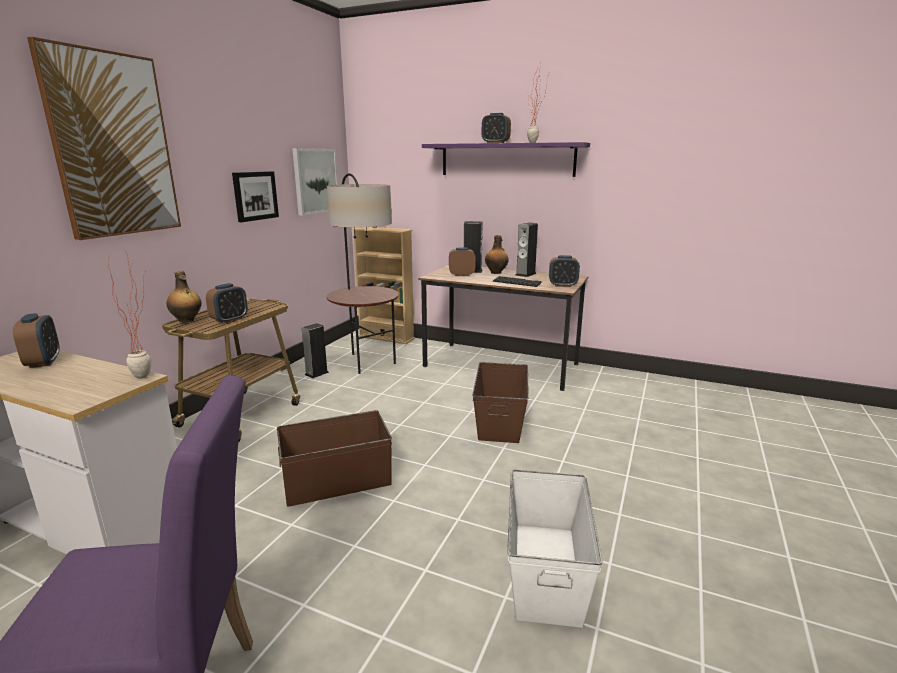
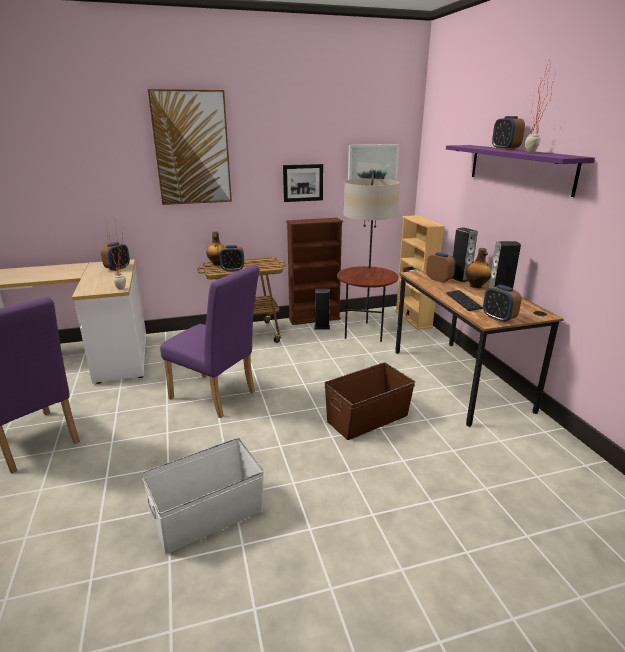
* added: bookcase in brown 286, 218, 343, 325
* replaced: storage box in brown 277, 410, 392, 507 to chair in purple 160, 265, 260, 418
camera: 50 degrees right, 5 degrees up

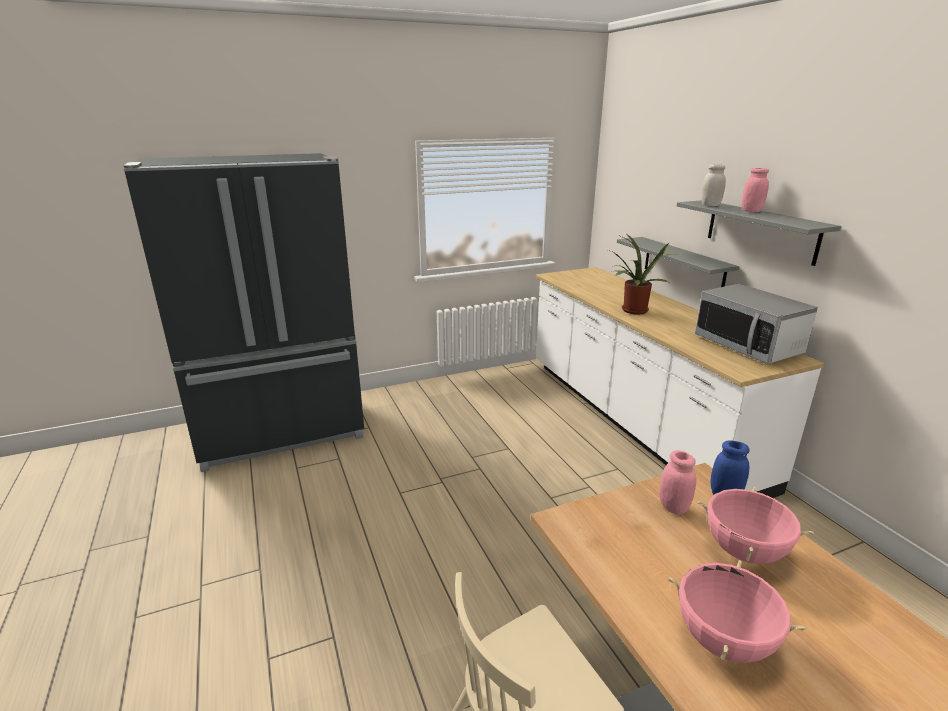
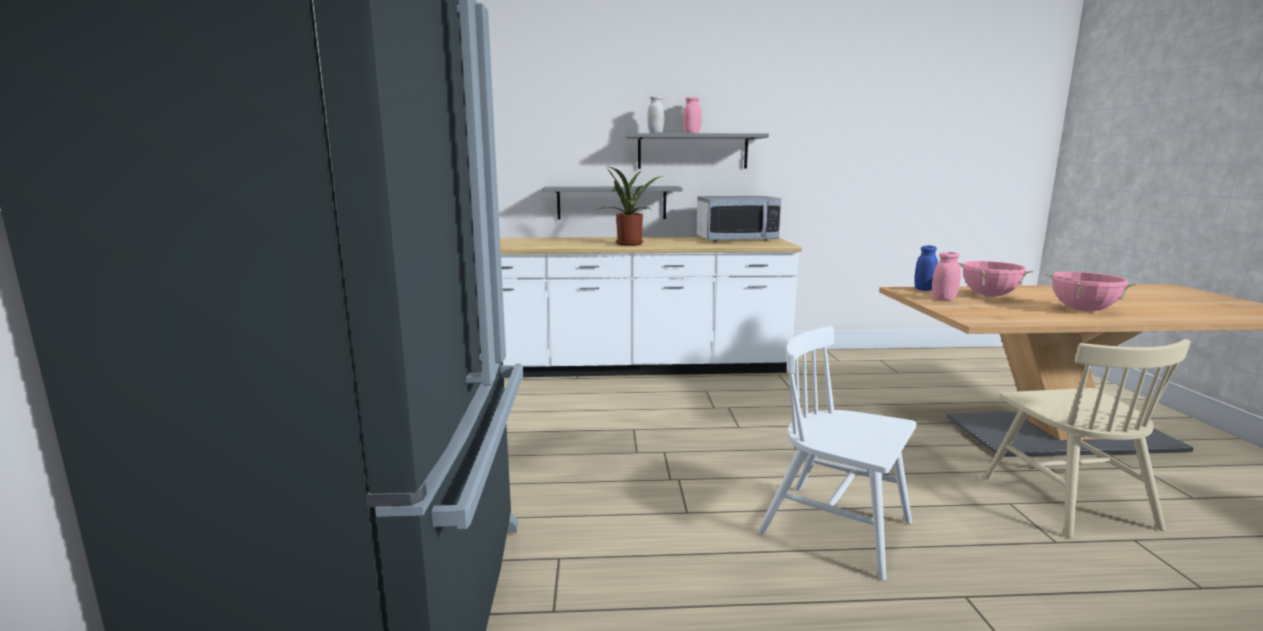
* added: chair in white 758, 326, 917, 580
camera: 70 degrees left, 10 degrees down

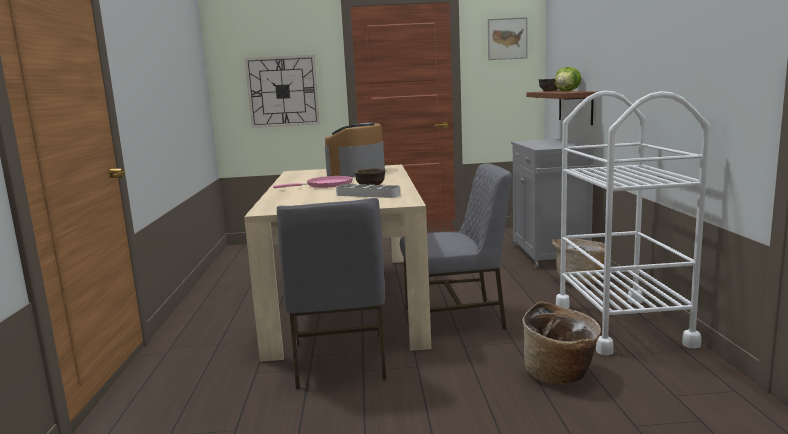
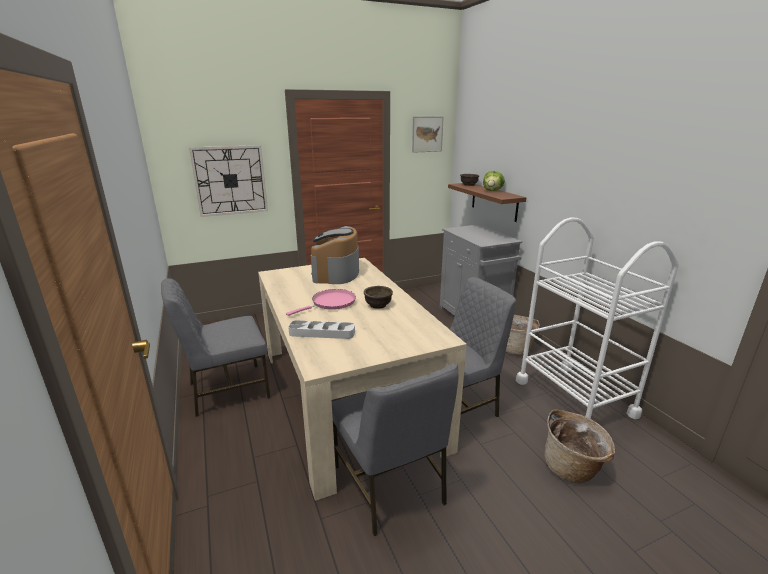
* added: chair in grey 161, 278, 270, 417
* moved: tray in grey 336, 184, 401, 198 to 288, 320, 355, 339
camera: 20 degrees left, 10 degrees up

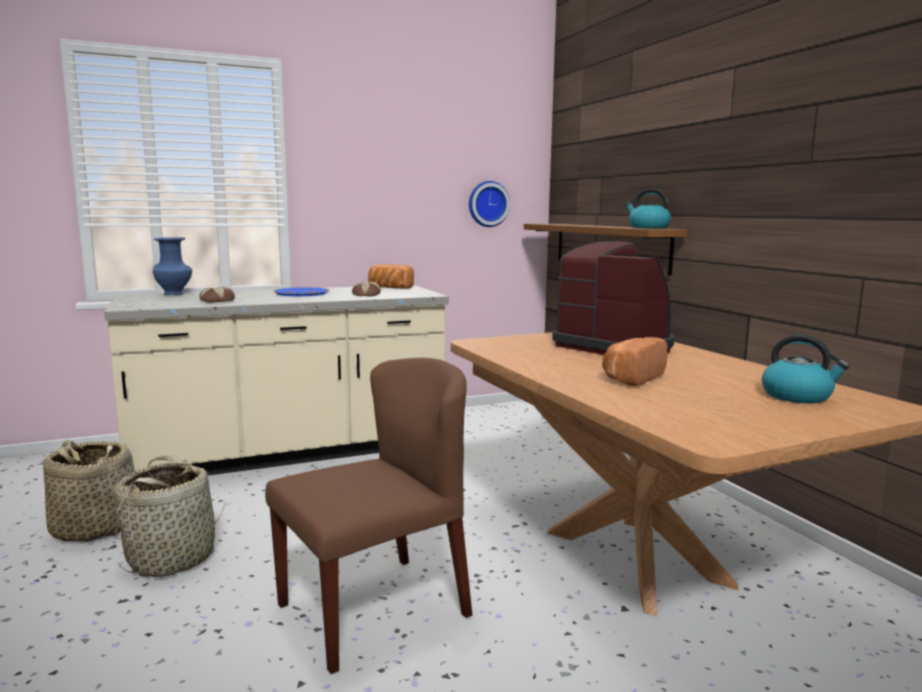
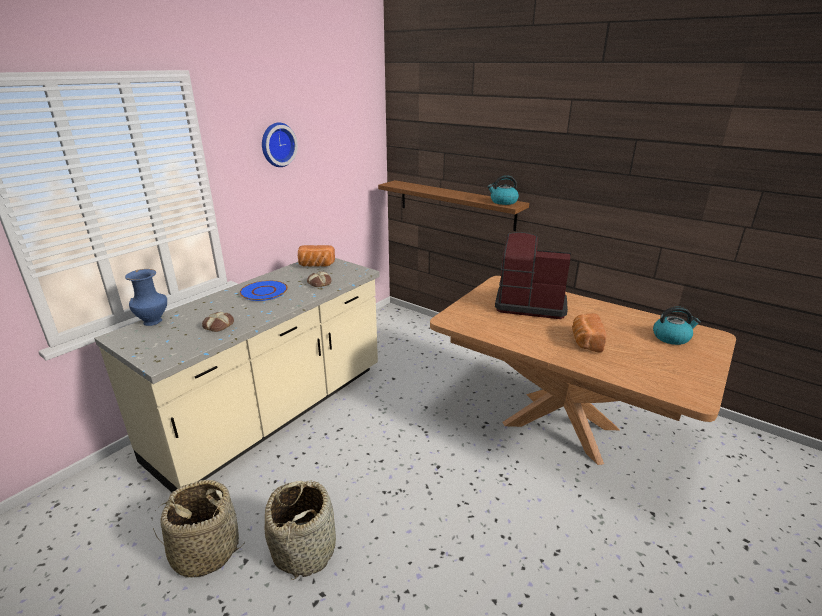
* removed: chair in brown 265, 358, 472, 674
* moved: wall clock 469, 181, 510, 227 to 262, 122, 298, 167
camera: 30 degrees left, 15 degrees up

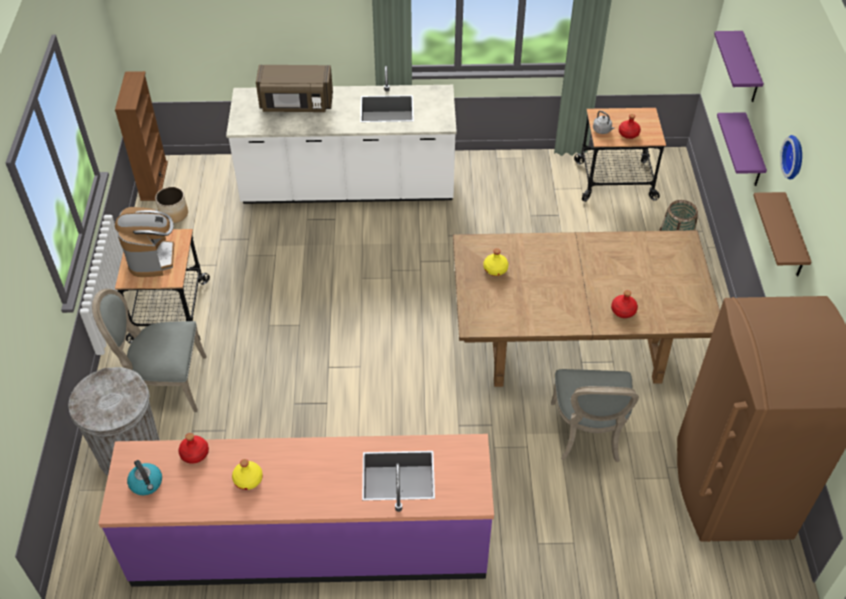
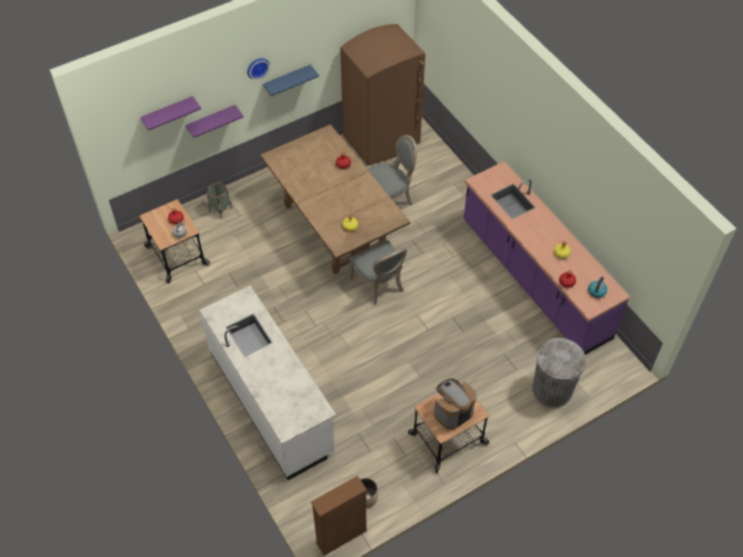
* removed: microwave in brown 256, 65, 333, 112
* moved: chair in grey 92, 289, 207, 412 to 349, 240, 407, 305
* recoloured: shelf in brown 753, 192, 811, 276 to shelf in blue 263, 65, 319, 96
camera: 120 degrees left, 5 degrees up

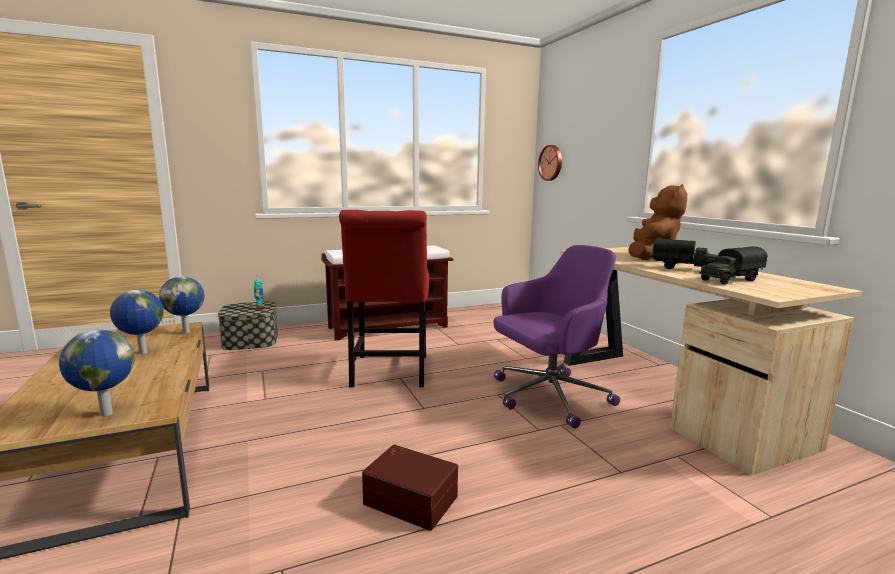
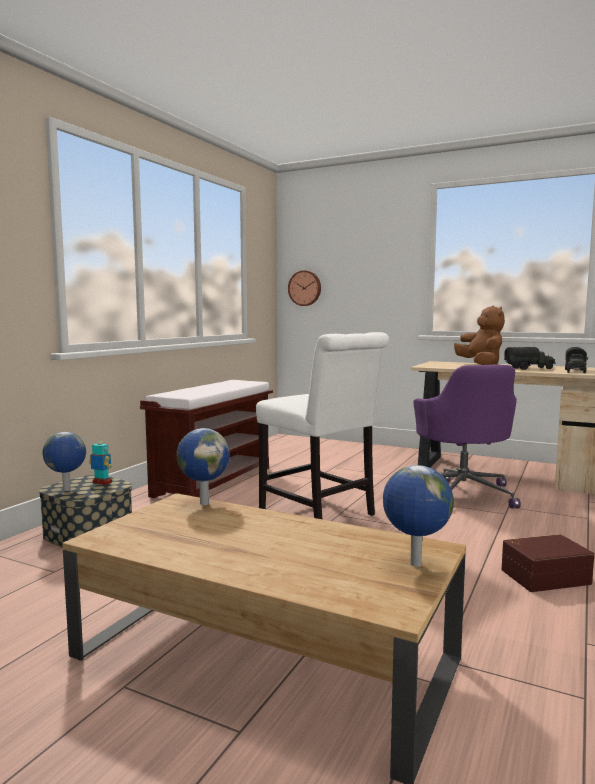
* moved: globe 110, 290, 164, 354 to 42, 432, 86, 491
* recoloured: chair in red 339, 210, 429, 388 to chair in white 256, 332, 389, 519
* turned: office chair in purple 494, 245, 620, 429 = 413, 365, 521, 509 150 degrees clockwise
camera: 40 degrees left, 5 degrees down

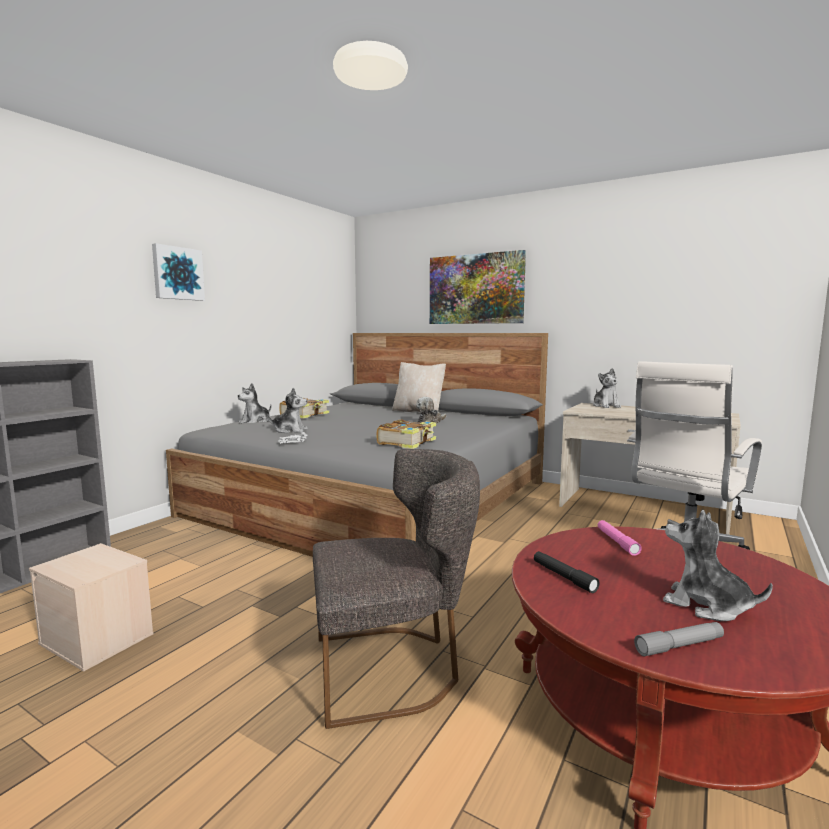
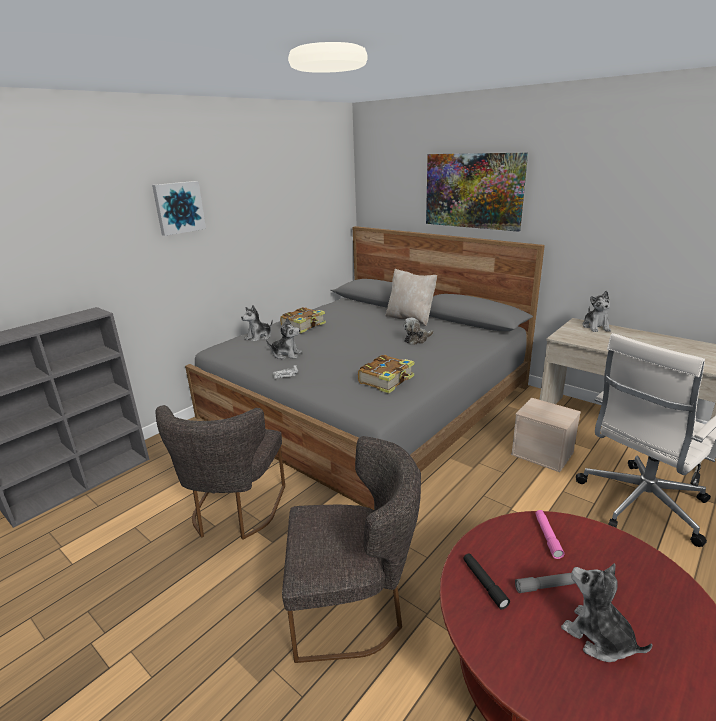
* added: chair in grey 156, 405, 285, 540
* moved: storage box in beige 29, 543, 153, 672 to 511, 398, 581, 472
* moved: flashlight in grey 634, 622, 724, 656 to 515, 573, 575, 593
camera: 10 degrees right, 15 degrees up

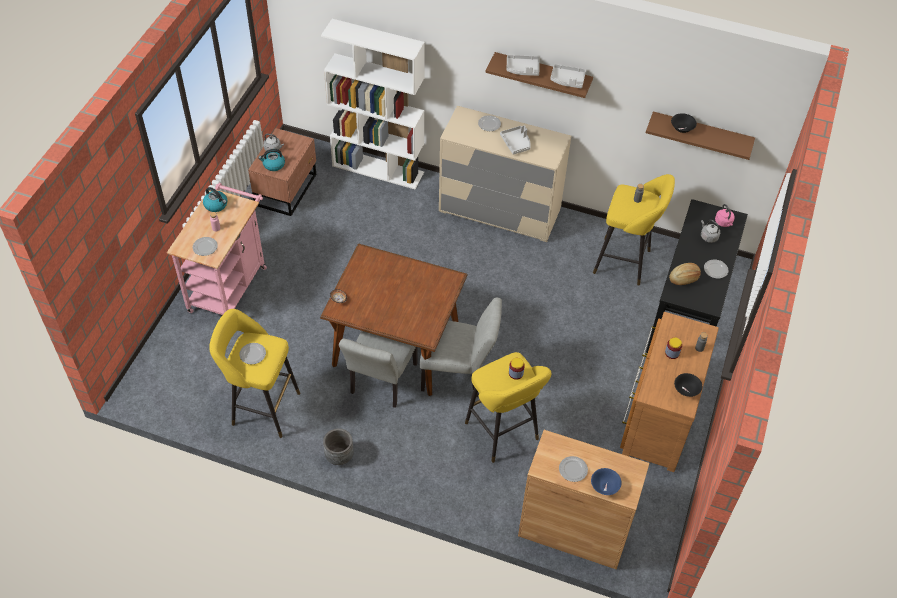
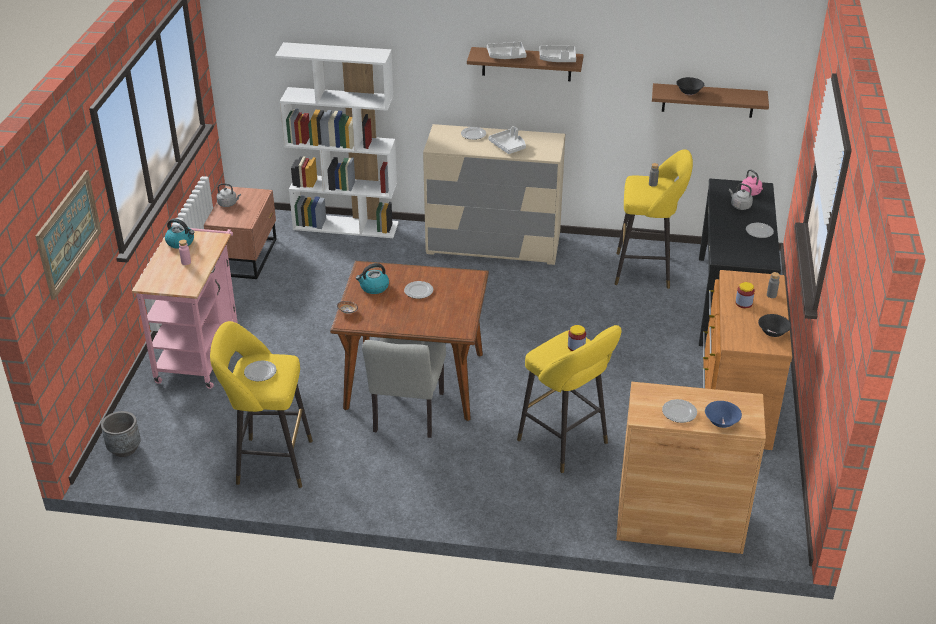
* removed: chair in grey 420, 297, 502, 397
* removed: bread 669, 263, 701, 285
* added: picture 35, 170, 101, 300
* moved: plate 193, 237, 218, 256 to 404, 281, 433, 299
* moved: kettle 258, 149, 285, 171 to 356, 263, 389, 294
* moved: planter in grey 323, 428, 354, 465 to 101, 411, 141, 457
camera: 10 degrees left, 15 degrees down

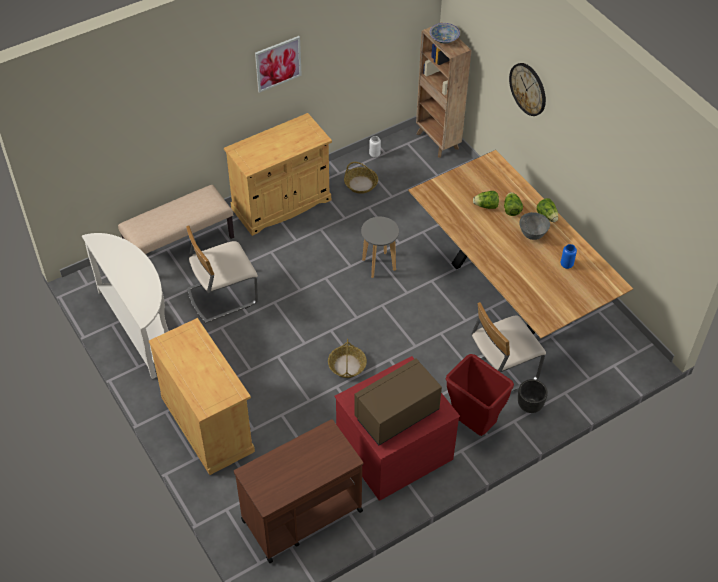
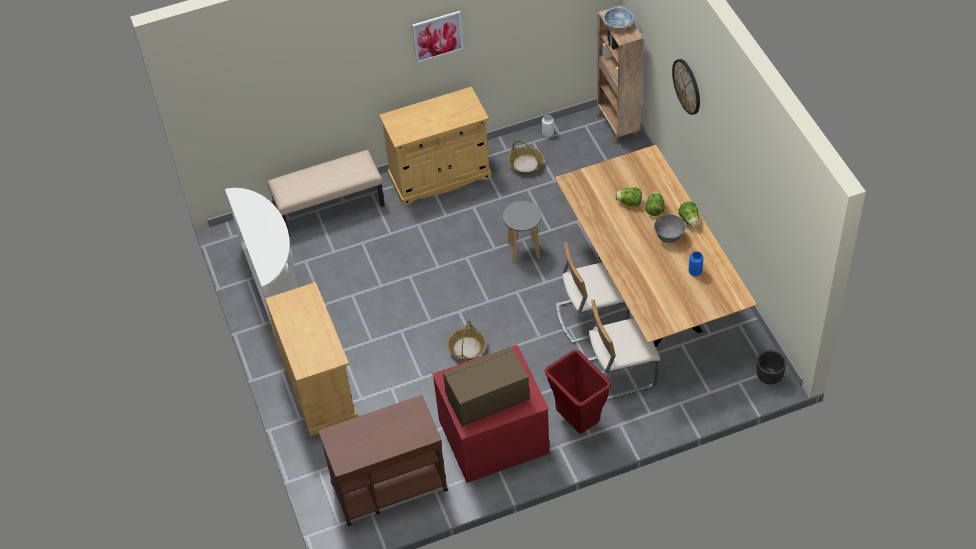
* moved: chair in beige 186, 226, 258, 323 to 556, 242, 630, 343
* moved: planter in black 518, 379, 548, 413 to 756, 350, 787, 385
camera: 15 degrees right, 0 degrees up

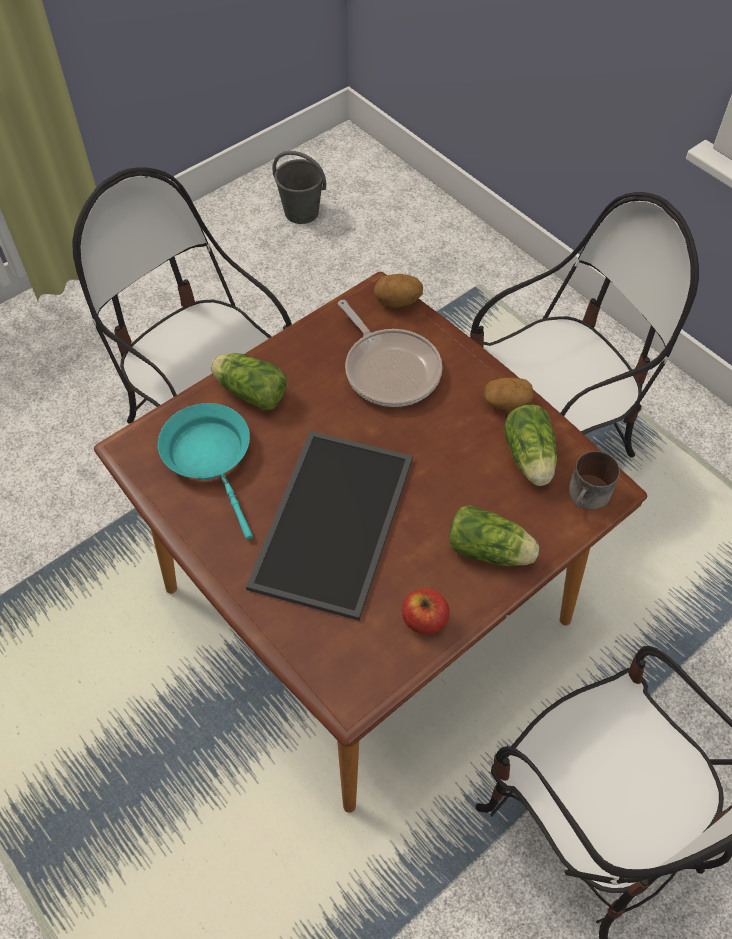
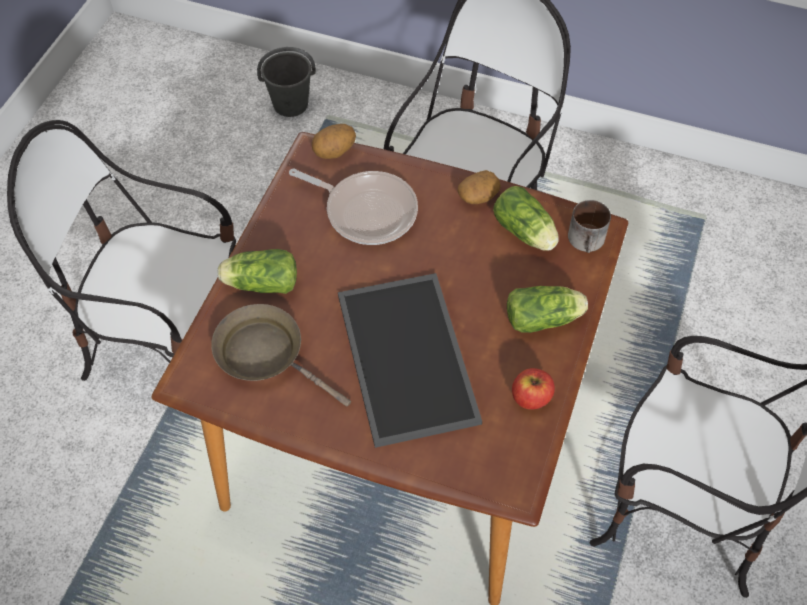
* moved: bucket in grey 273, 151, 326, 224 to 257, 47, 316, 117
* recoloured: frying pan in turquoise 158, 403, 253, 539 to frying pan in brown 211, 304, 351, 407
camera: 30 degrees left, 0 degrees up

